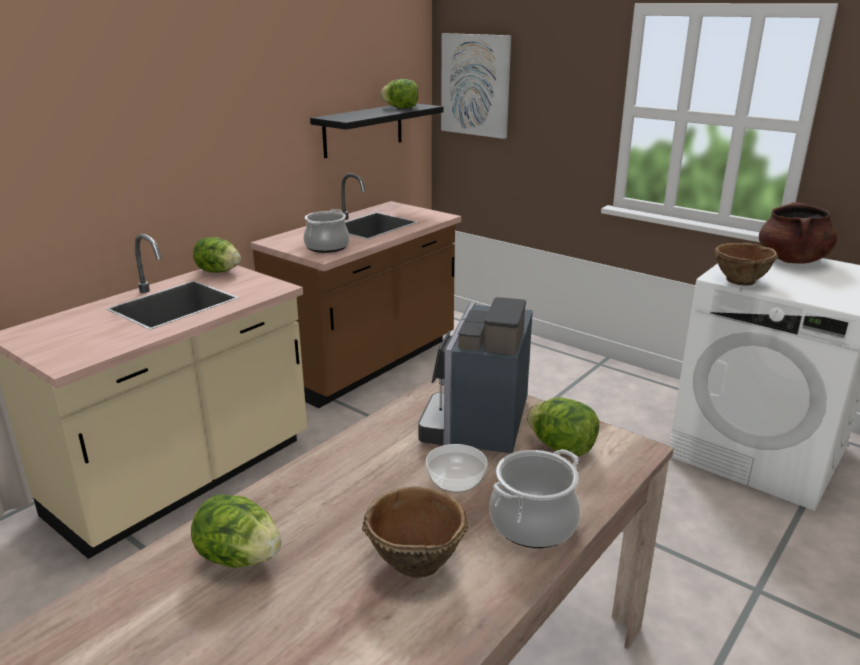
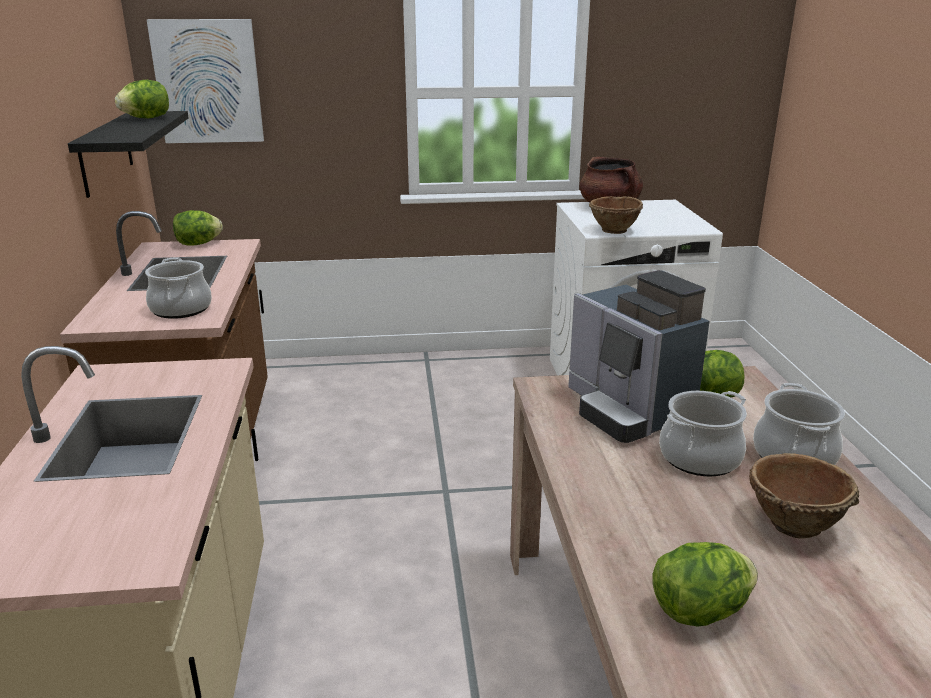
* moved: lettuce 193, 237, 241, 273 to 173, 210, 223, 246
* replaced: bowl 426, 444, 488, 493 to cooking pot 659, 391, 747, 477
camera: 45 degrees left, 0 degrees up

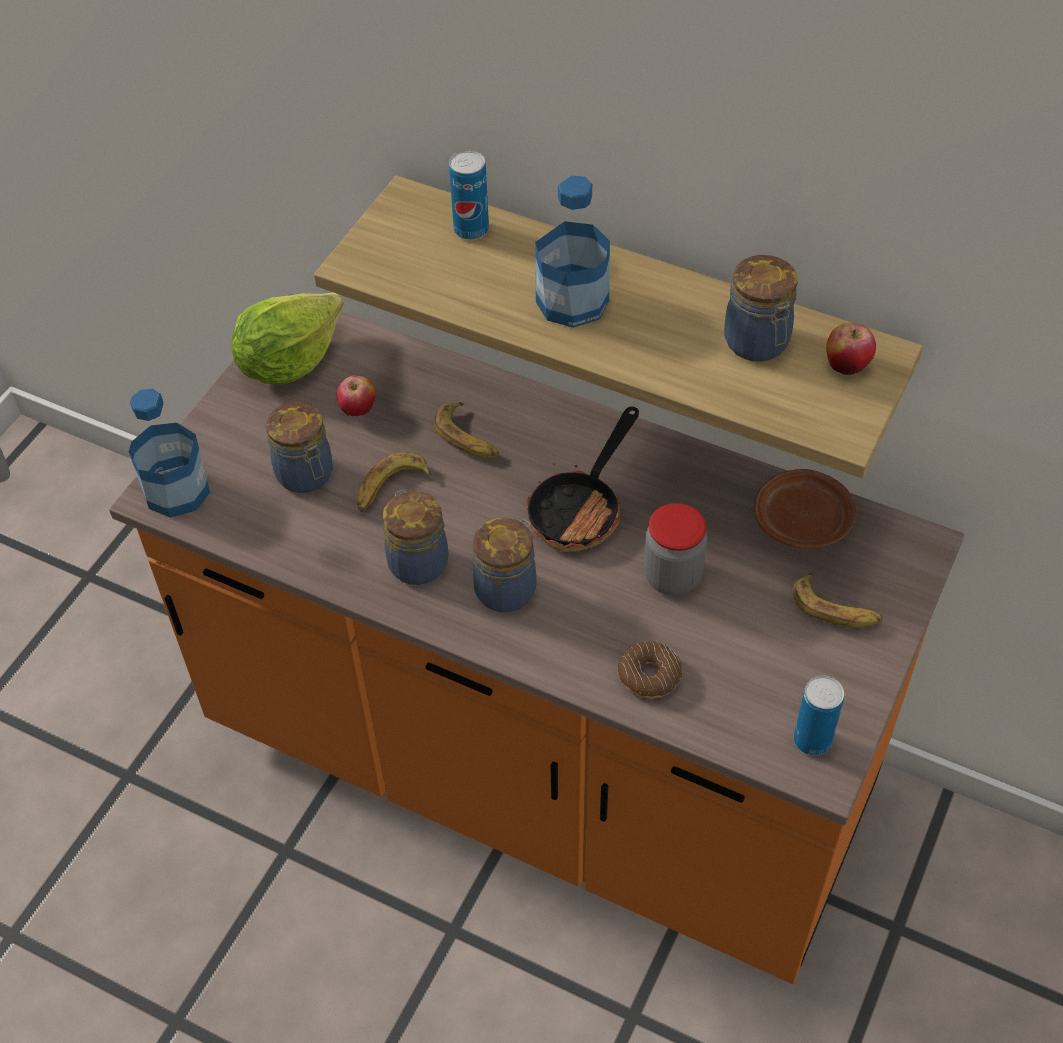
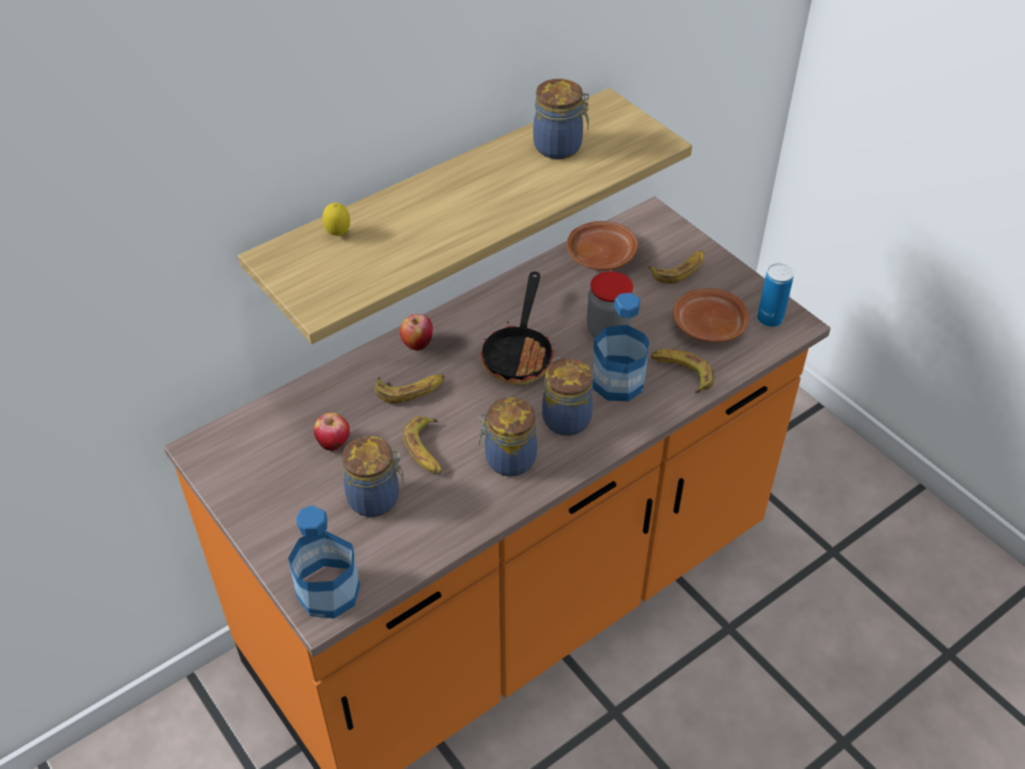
* removed: lettuce 231, 292, 344, 385
* added: plate in brown 673, 288, 749, 342
* moved: bottle 535, 175, 610, 328 to 593, 293, 649, 401
* moved: apple 826, 323, 876, 375 to 400, 314, 433, 351
* replaced: can 449, 150, 489, 240 to lemon 323, 203, 350, 236
* replaced: donut 618, 641, 682, 698 to banana 651, 349, 714, 393
* turned: frying pan 526, 406, 639, 552 = 480, 271, 555, 386 45 degrees clockwise
camera: 65 degrees left, 5 degrees down

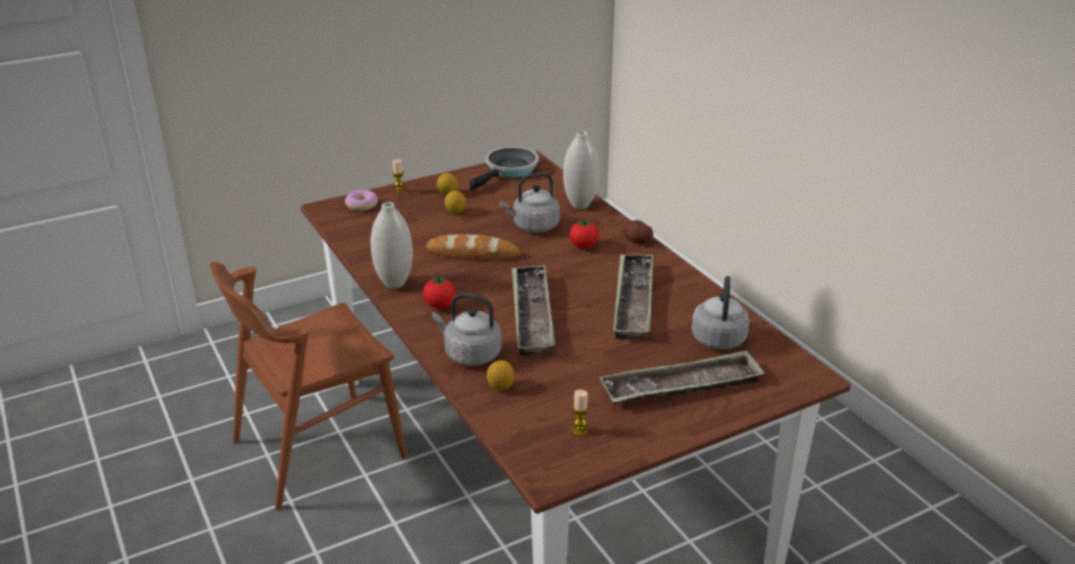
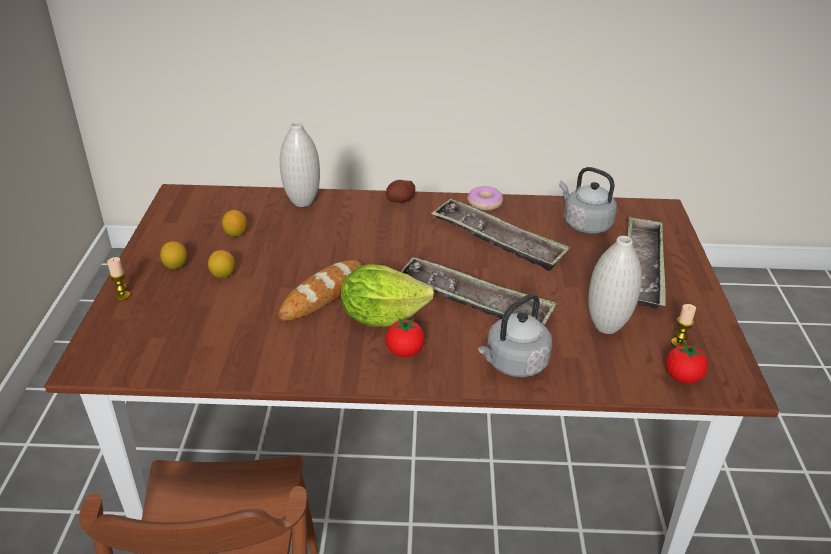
* removed: frying pan 470, 147, 539, 191
* removed: kettle in grey 499, 172, 560, 233
* added: lettuce 341, 264, 435, 327
* moved: donut 345, 190, 378, 211 to 467, 186, 503, 211
* moved: vase in white 371, 202, 413, 289 to 588, 236, 642, 334
* moved: lemon 487, 360, 514, 391 to 222, 210, 247, 237
* moved: tomato 569, 218, 599, 249 to 665, 342, 708, 384
camera: 60 degrees left, 5 degrees up

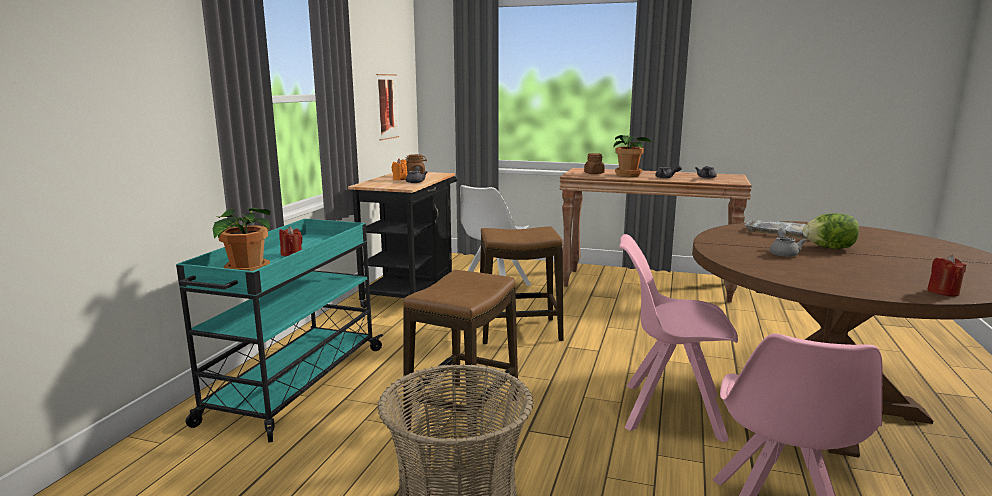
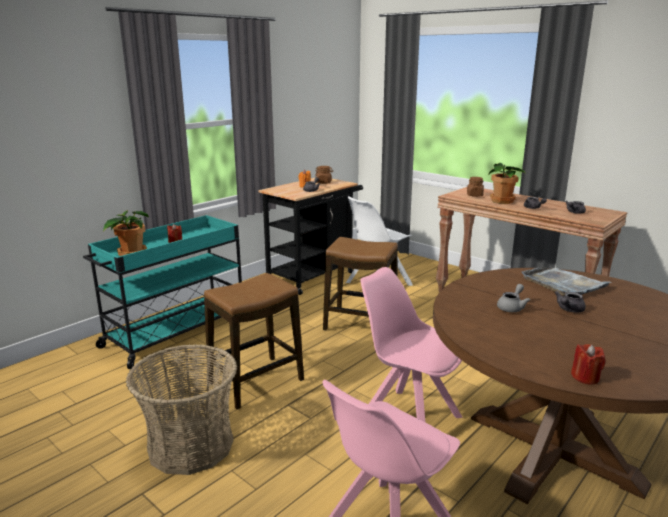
* removed: picture 376, 74, 399, 141
* replaced: lettuce 803, 213, 859, 249 to teapot in grey 554, 291, 586, 313
camera: 25 degrees right, 5 degrees up

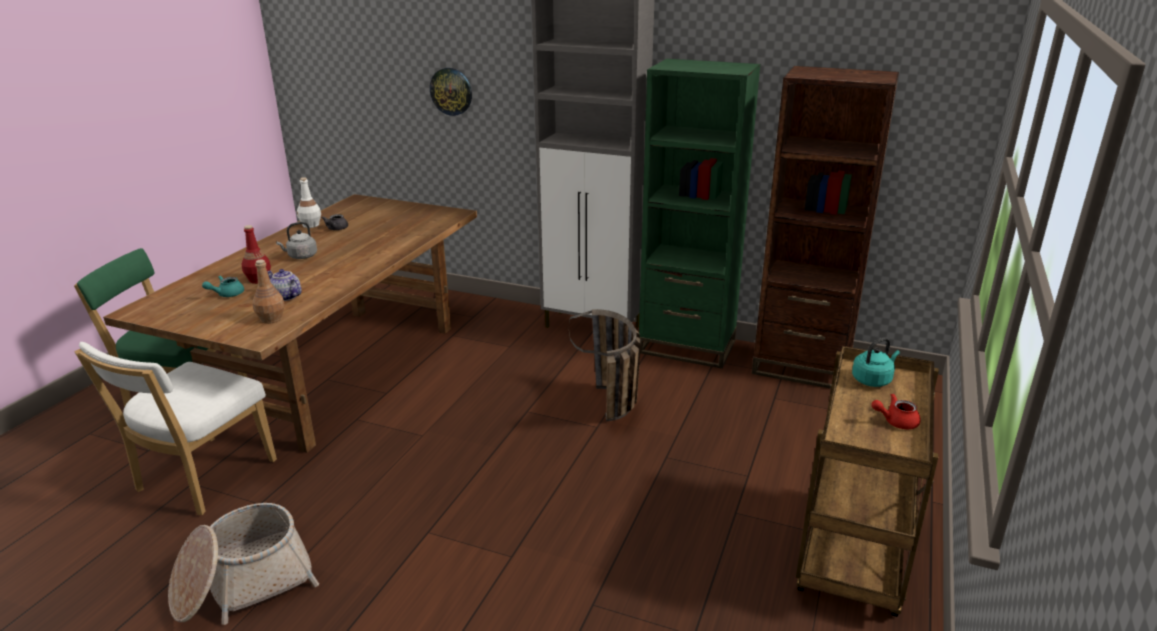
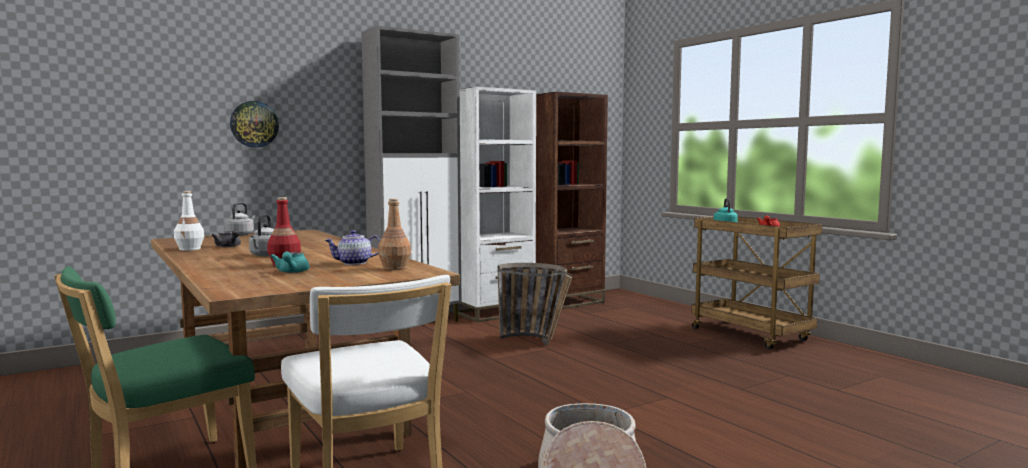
* added: kettle in grey 225, 202, 256, 236
* recoloured: bookcase in green 639, 59, 761, 369 to bookcase in white 453, 87, 536, 322
camera: 55 degrees left, 20 degrees down

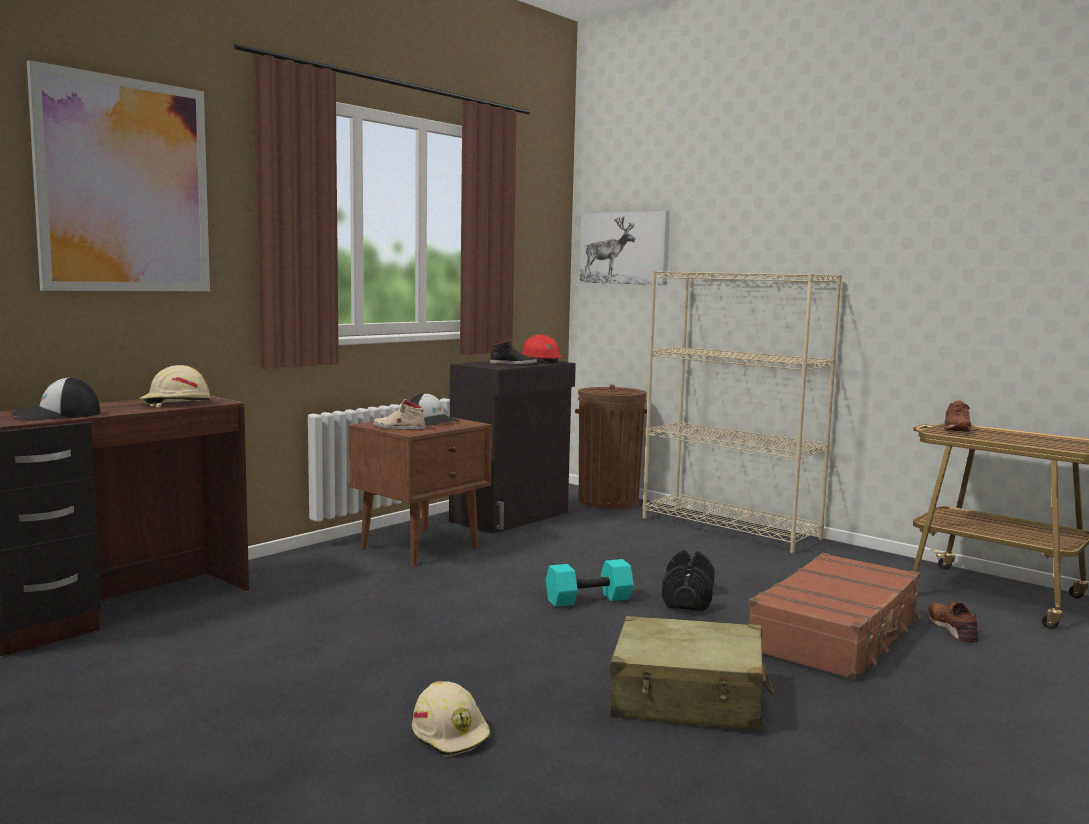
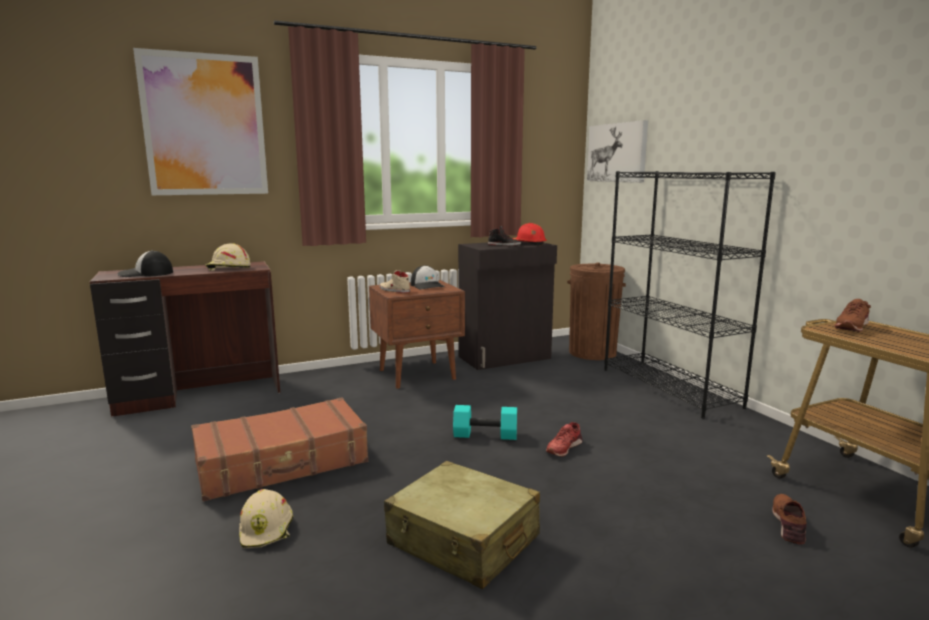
* moved: suitcase in brown 749, 553, 922, 680 to 191, 397, 368, 501
* replaced: dumbbell in black 662, 550, 715, 611 to shoe in red 546, 422, 583, 457
* recoloured: bookcase in beige 642, 271, 842, 553 to bookcase in black 604, 171, 776, 419
camera: 25 degrees right, 5 degrees up

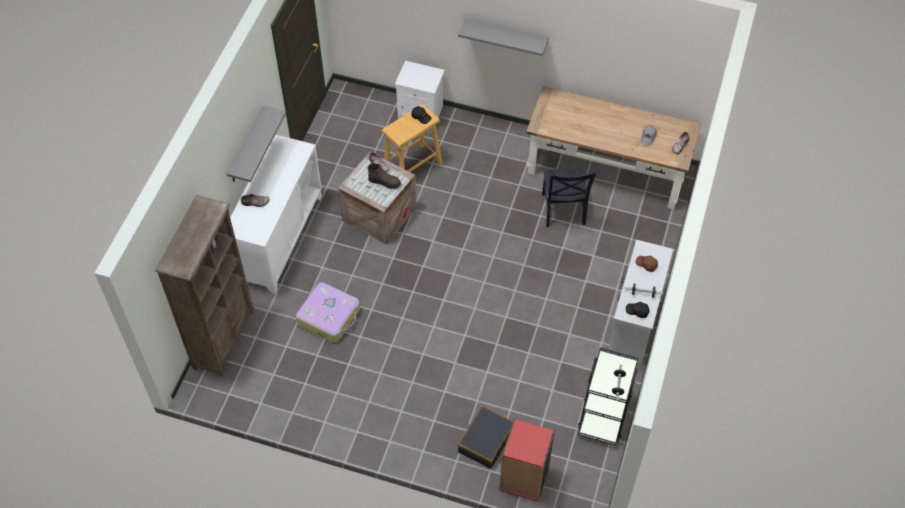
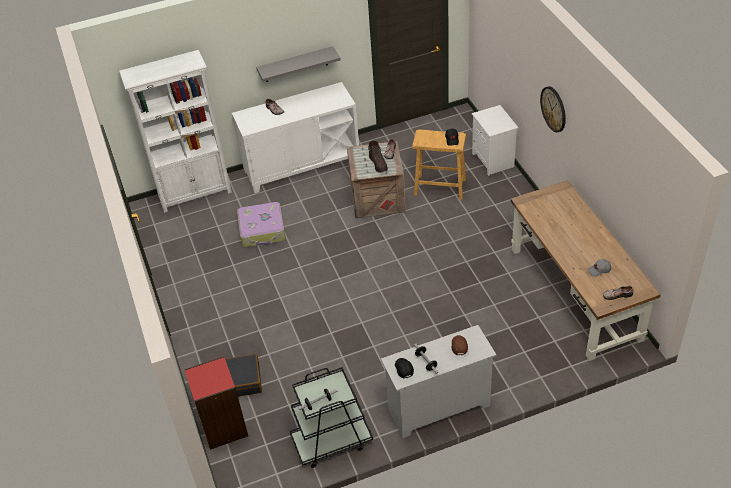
* removed: chair in black 542, 168, 596, 227
* replaced: shelf in grey 458, 18, 549, 56 to wall clock 540, 86, 566, 132
* recoloured: bookcase in brown 155, 195, 254, 377 to bookcase in white 119, 50, 232, 213
camera: 55 degrees right, 10 degrees down

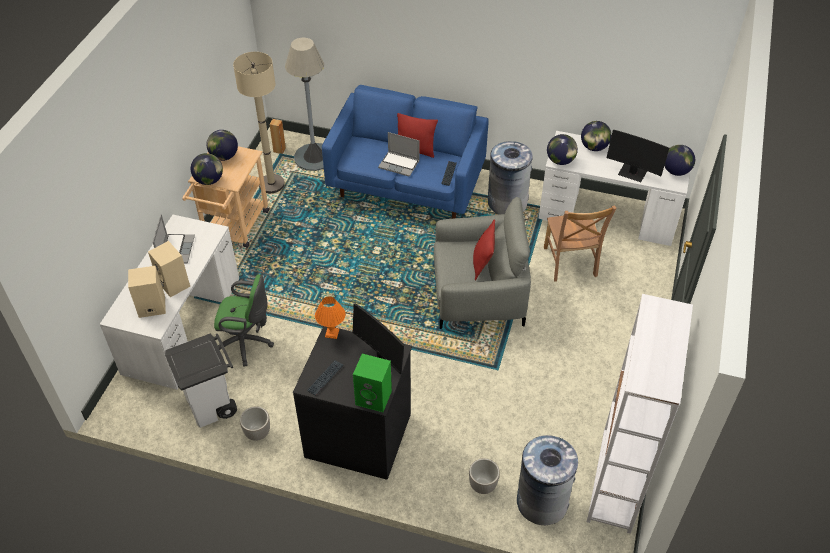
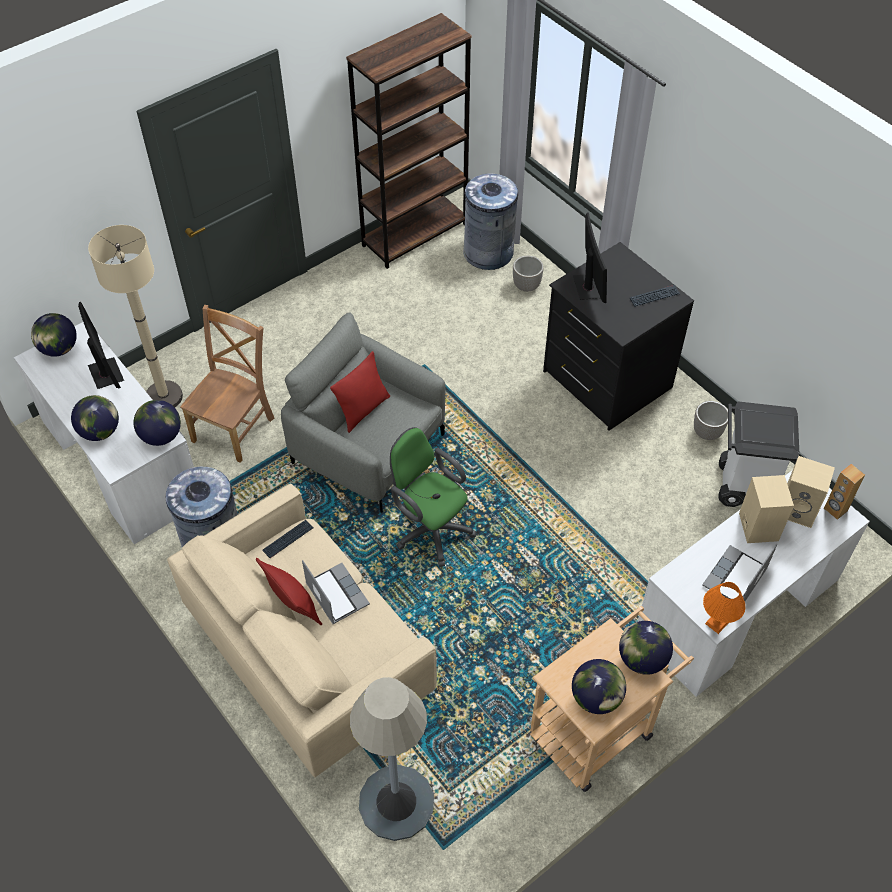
* removed: speaker in green 353, 354, 392, 412
* moved: office chair in green 214, 274, 274, 366 to 390, 427, 476, 567
* moved: floor lamp in beige 233, 52, 285, 193 to 88, 225, 183, 407
* moved: speaker in brown 270, 119, 286, 154 to 824, 464, 865, 520
* moved: table lamp in orange 315, 296, 346, 339 to 703, 582, 746, 634
* recoloured: sofa in blue 322, 85, 489, 219 to sofa in beige 167, 484, 437, 777
* recoloured: bookcase in white 587, 294, 693, 534 to bookcase in brown 346, 13, 472, 269
camera: 145 degrees left, 5 degrees up

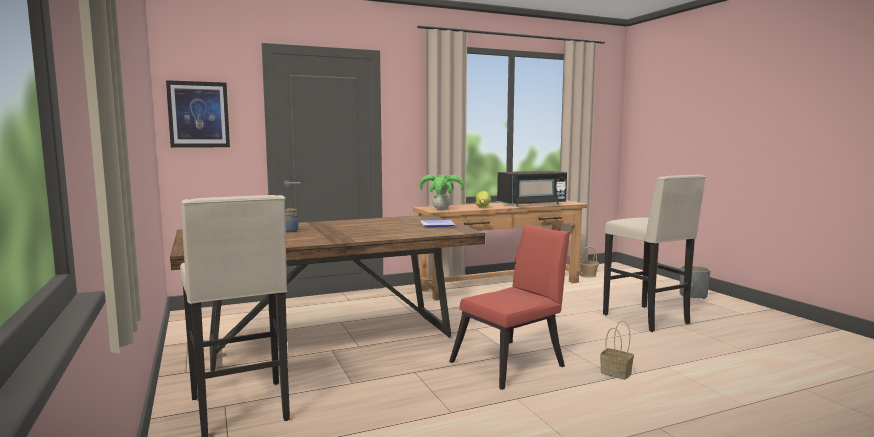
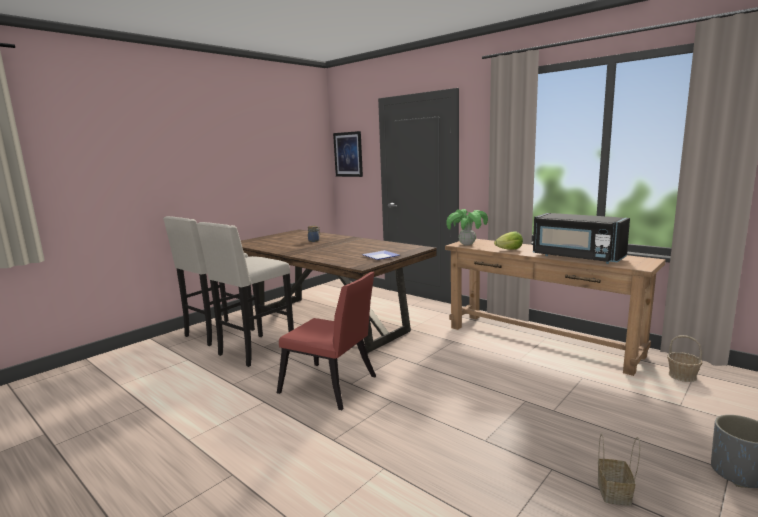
* moved: basket 600, 321, 634, 380 to 598, 434, 640, 506
* moved: stool in beige 603, 175, 705, 332 to 197, 222, 294, 367
camera: 65 degrees right, 5 degrees up

